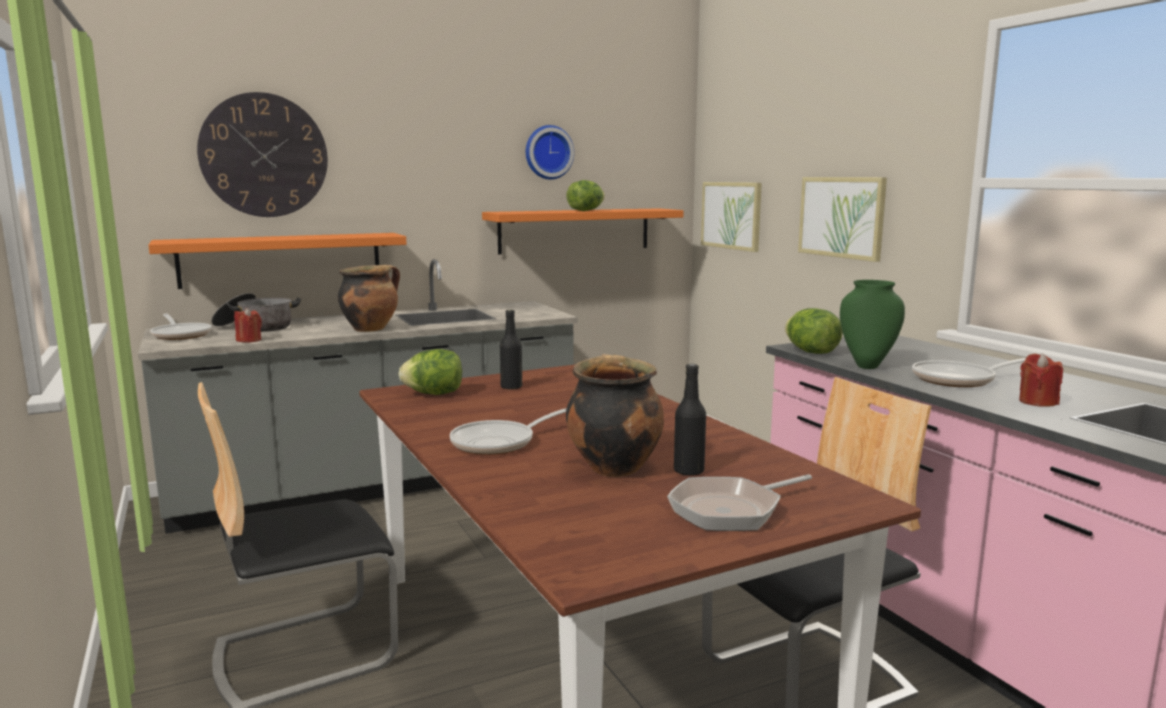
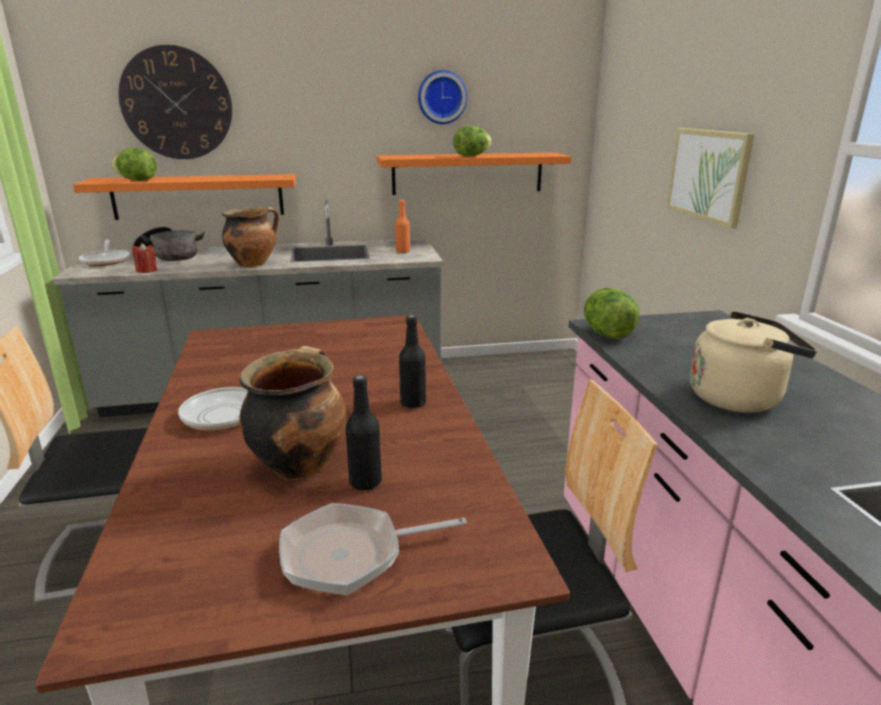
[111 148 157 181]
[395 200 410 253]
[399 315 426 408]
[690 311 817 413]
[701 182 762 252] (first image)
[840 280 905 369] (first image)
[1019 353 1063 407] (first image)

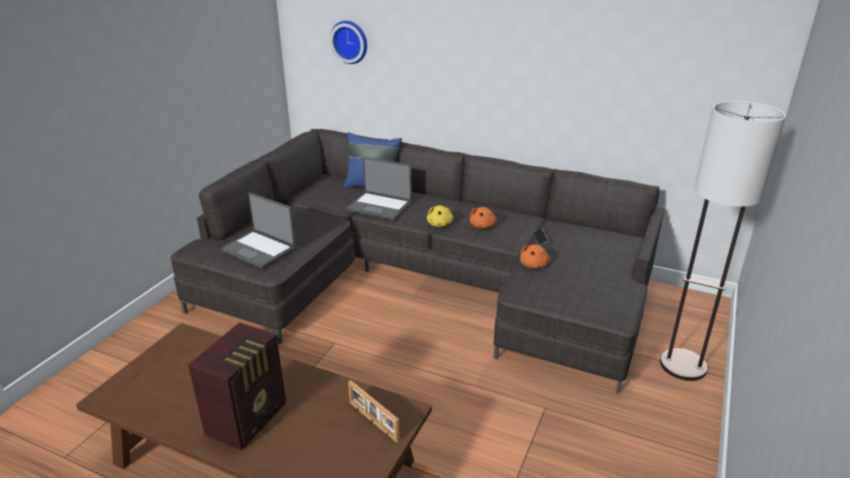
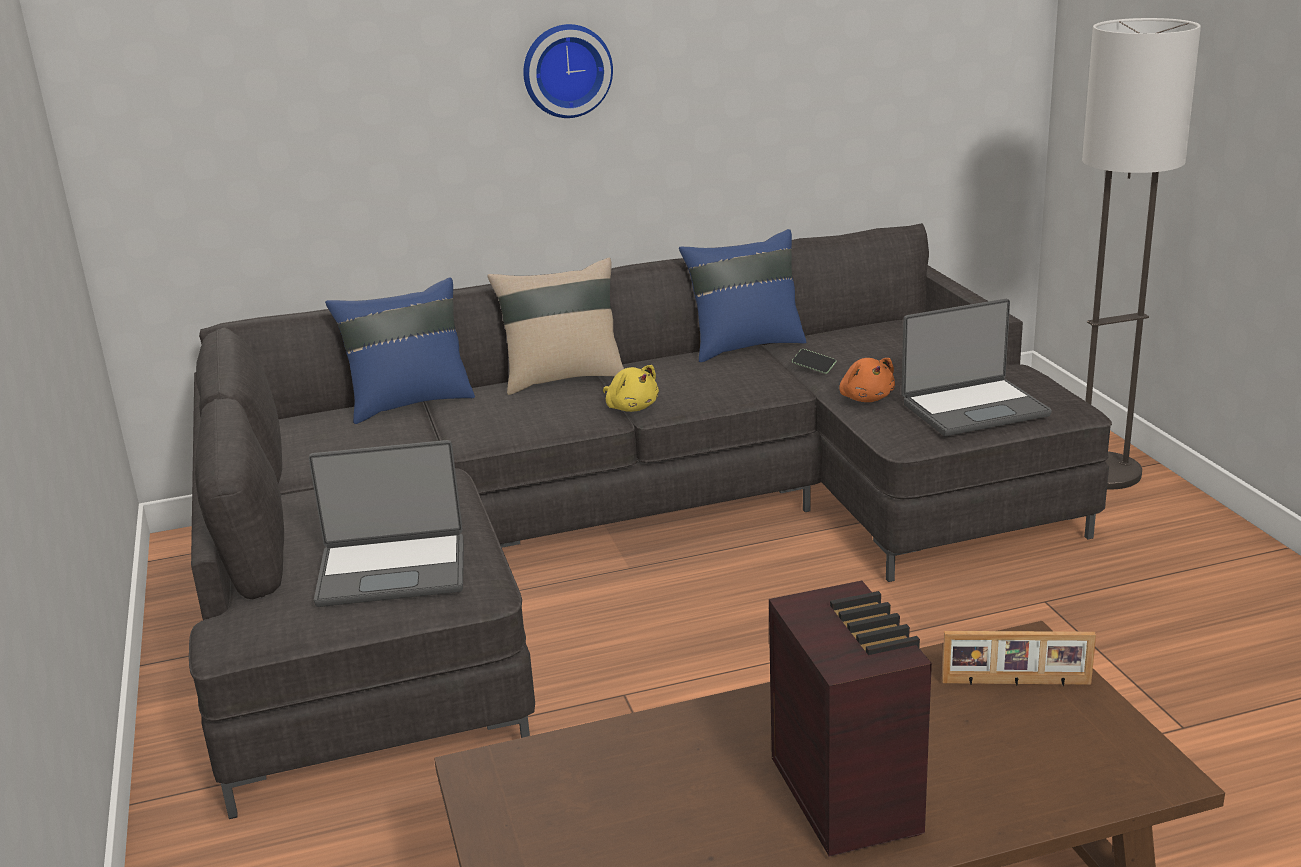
[487 258 624 395]
[523 24 613 118]
[679 229 806 362]
[901 299 1052 436]
[470 207 497 229] (first image)

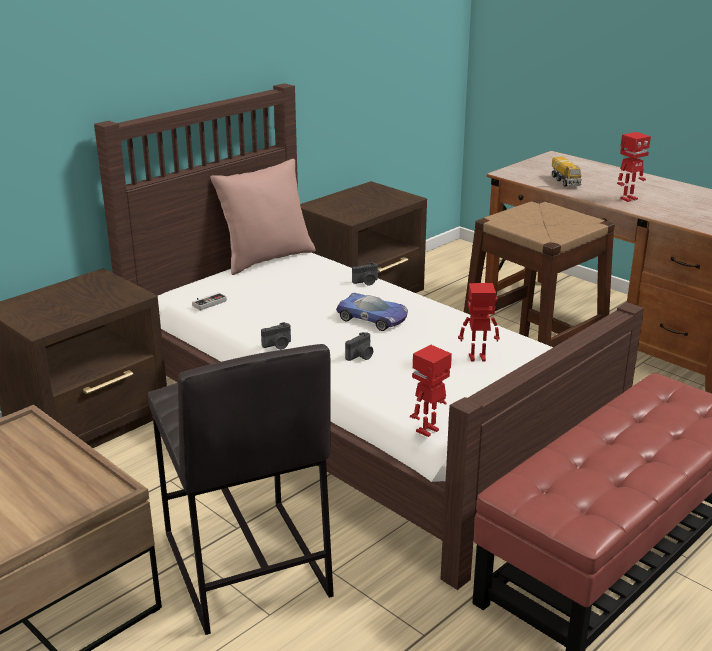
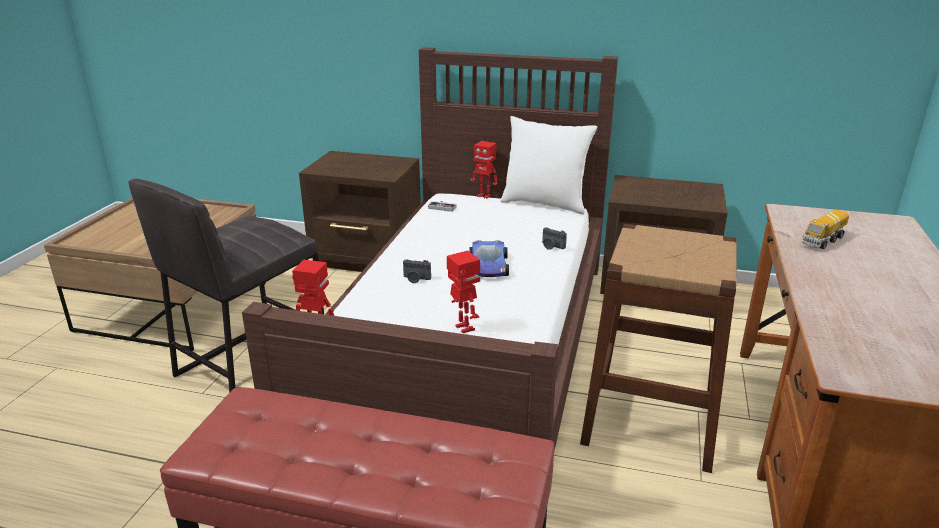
[470 141 497 199]
[500 116 597 215]
[261 322 291 350] (first image)

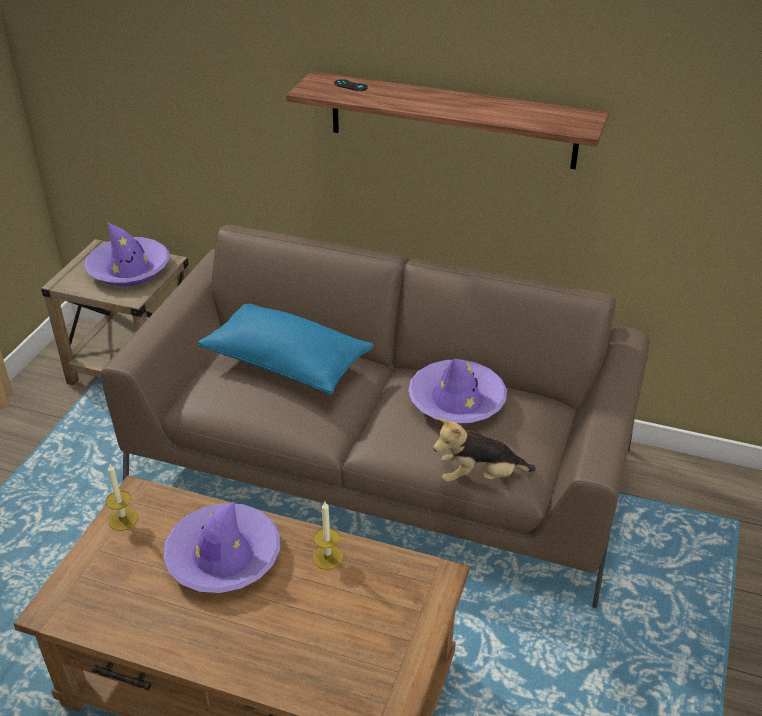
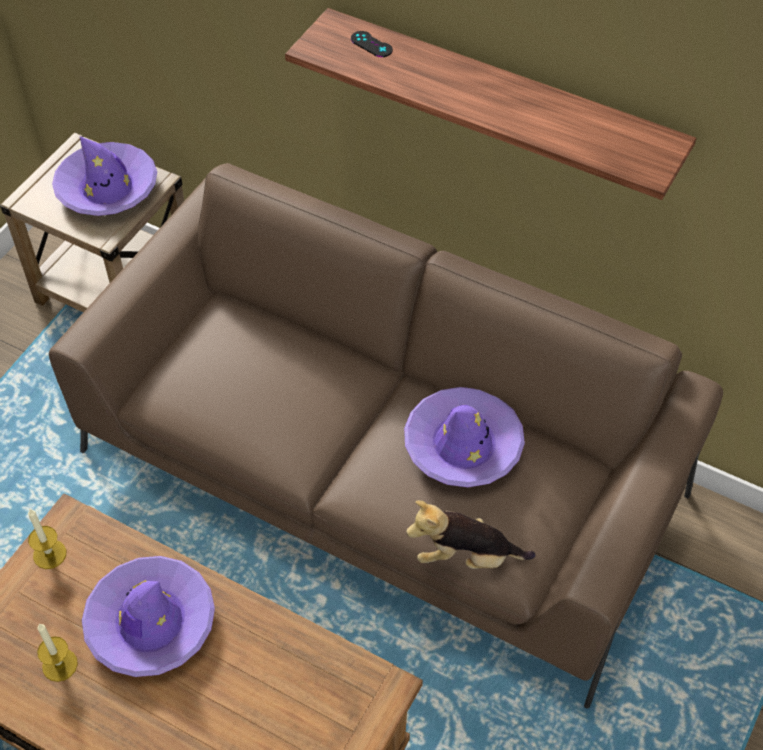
[37 624 78 682]
[198 304 374 395] (first image)

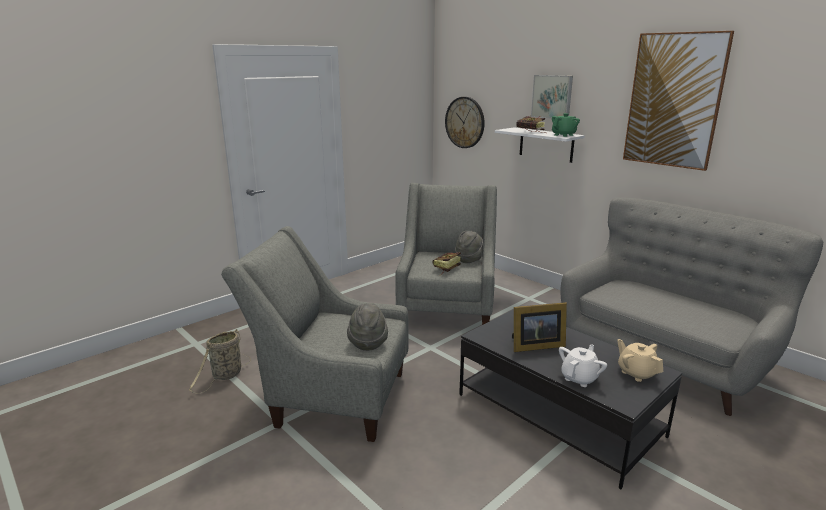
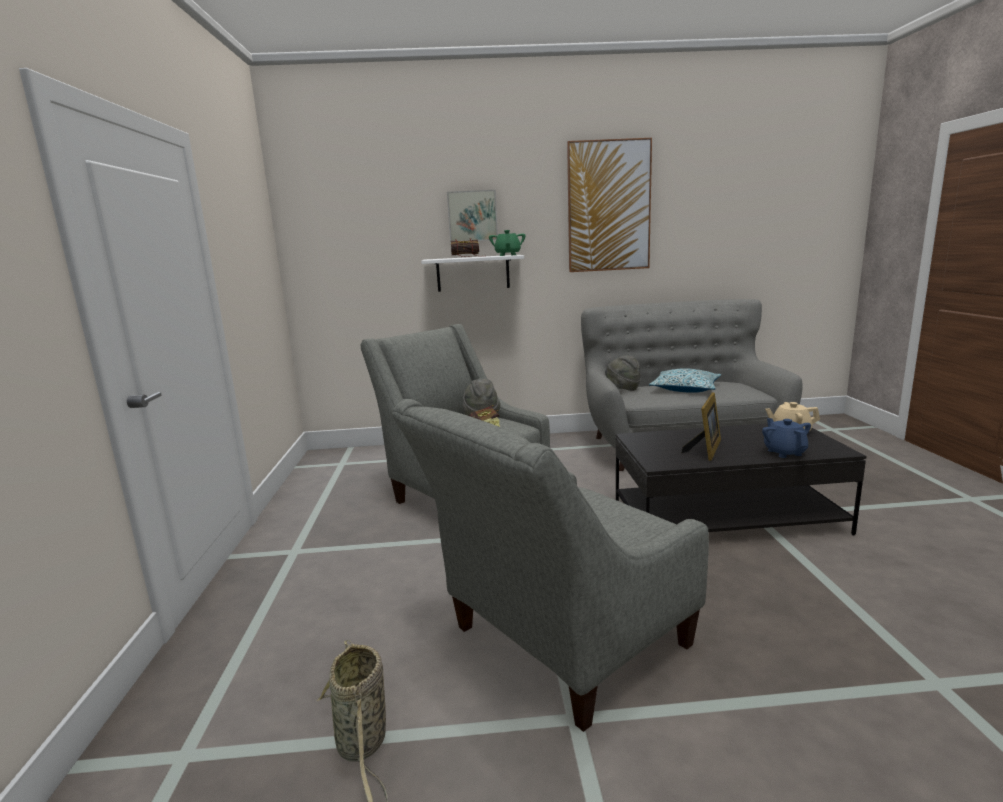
[605 355 641 391]
[649 368 722 393]
[762 418 811 458]
[445 97 485 148] (first image)

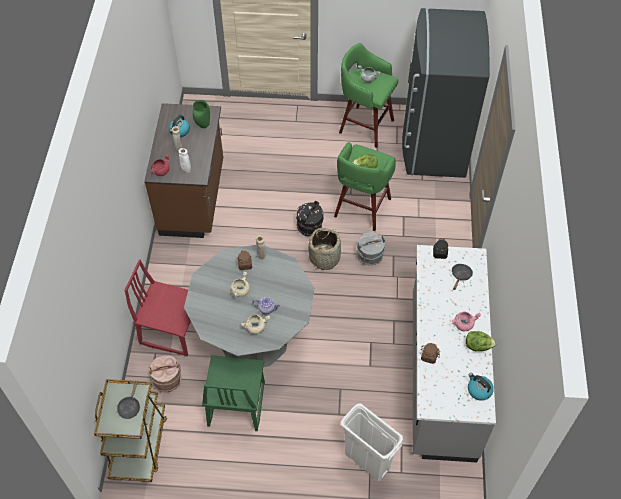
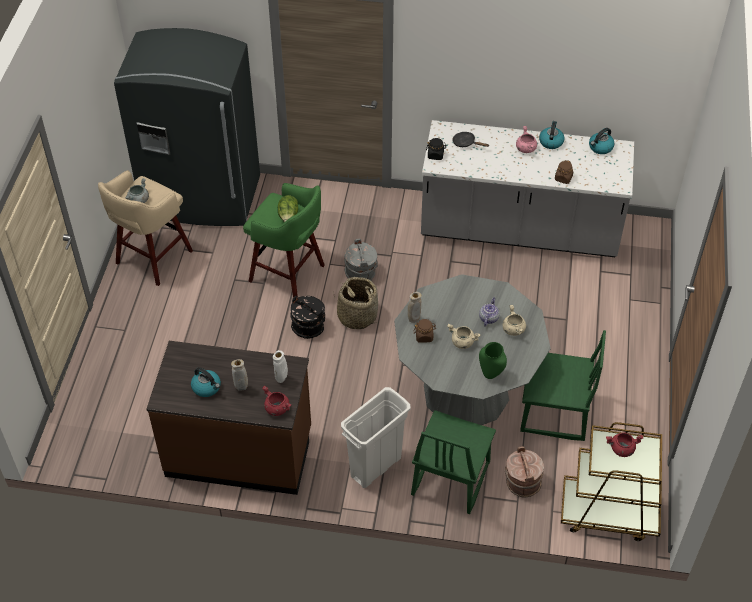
[98 170 193 286]
[341 387 411 488]
[411 410 496 514]
[479 342 507 379]
[539 121 564 149]
[606 432 643 457]

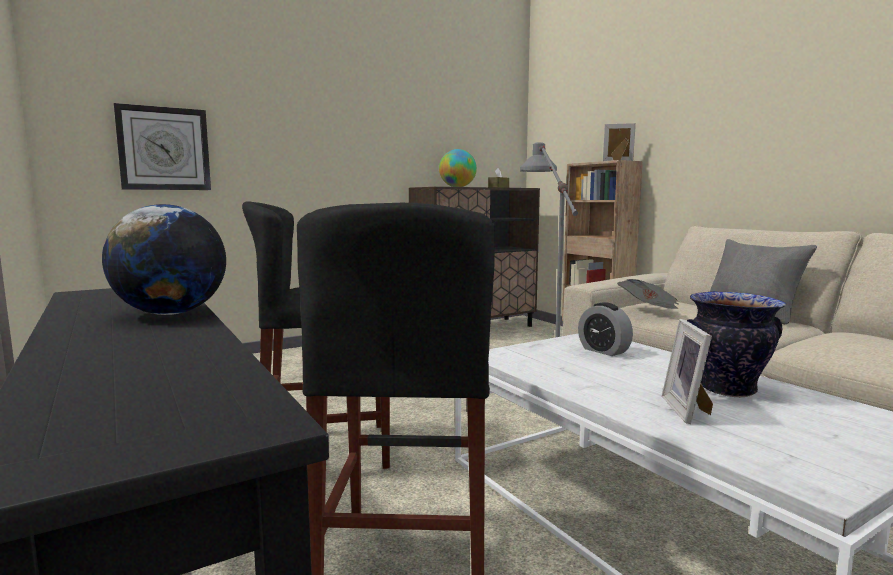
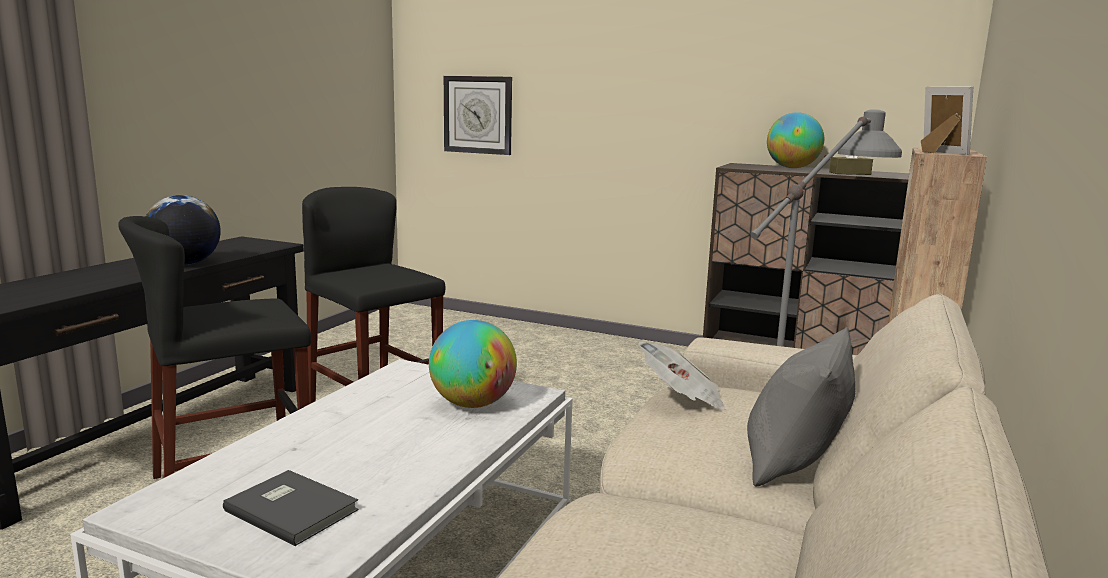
[223 470 359 546]
[429 320 517 408]
[662 319 713 424] (first image)
[687 291 786 397] (first image)

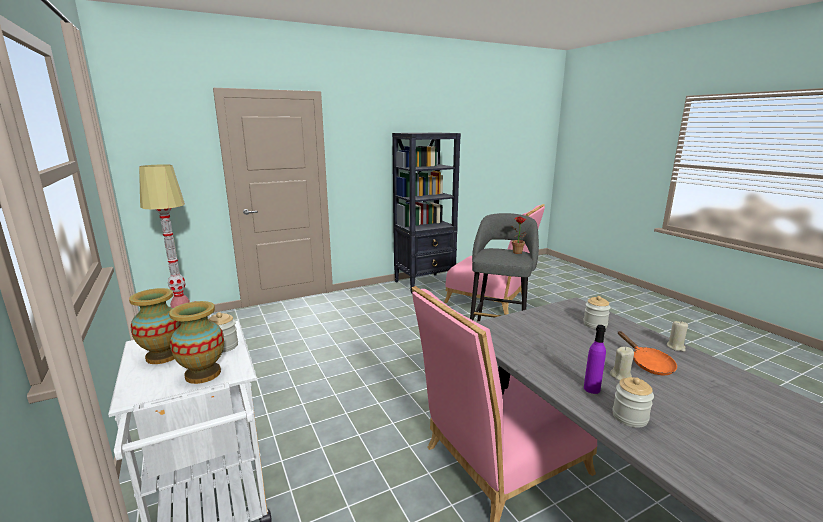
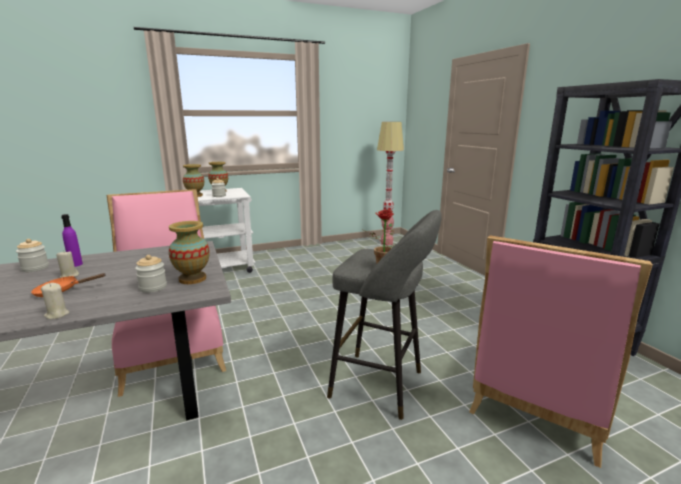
[169 221 210 284]

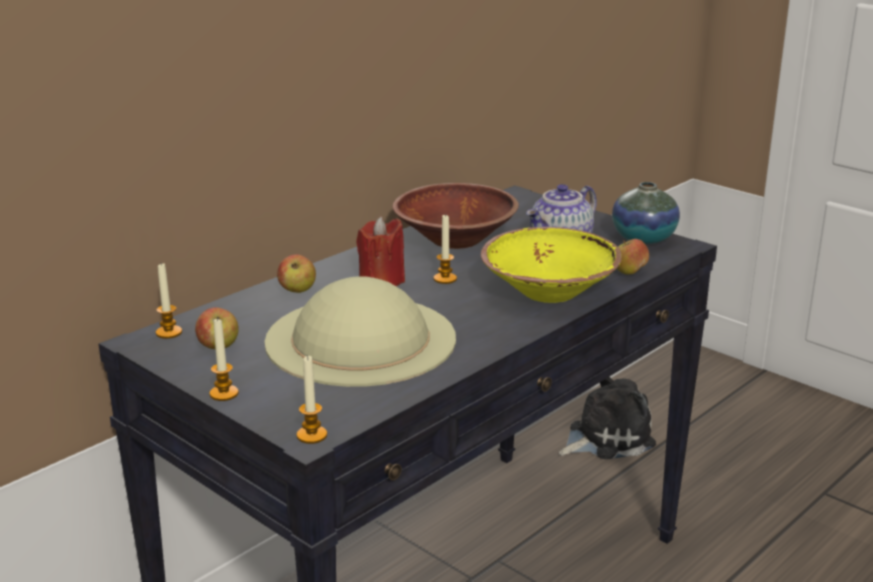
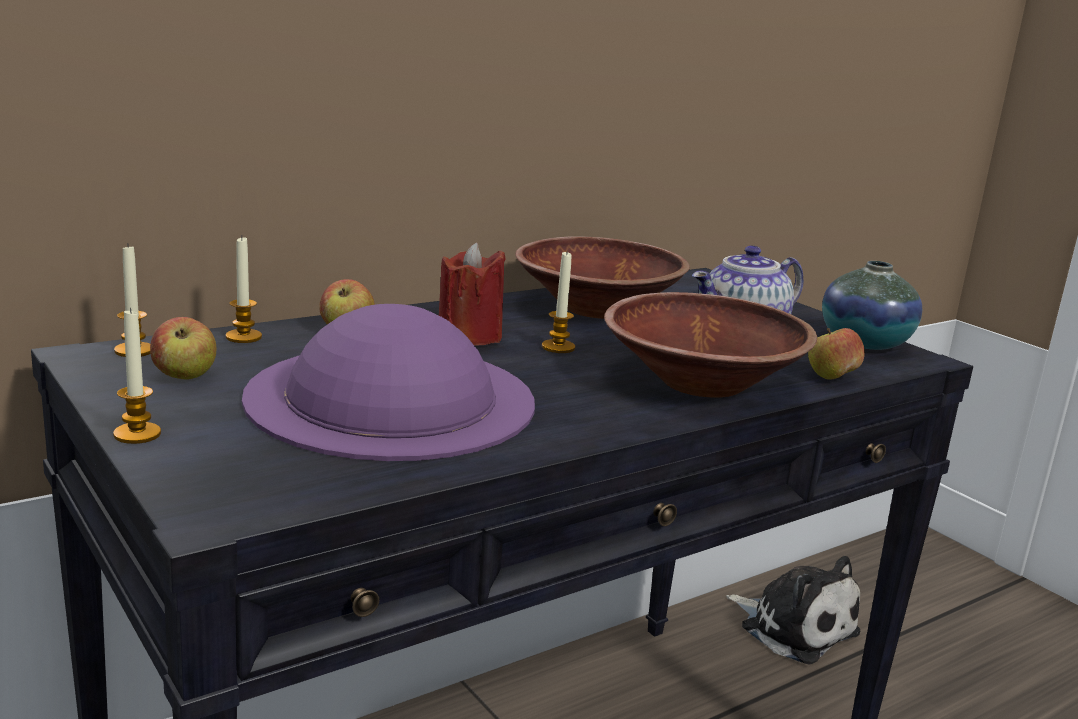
[226 237 262 343]
[242 304 535 461]
[604 292 817 398]
[726 556 860 665]

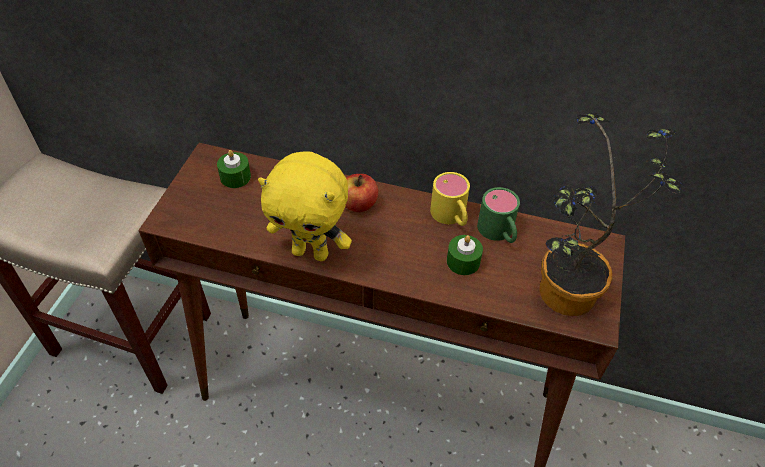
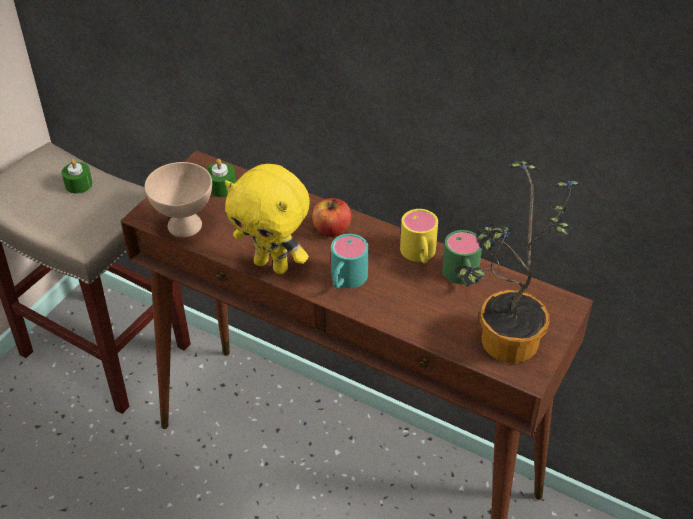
[62 159 93 194]
[145 162 212 238]
[331 234 369 289]

